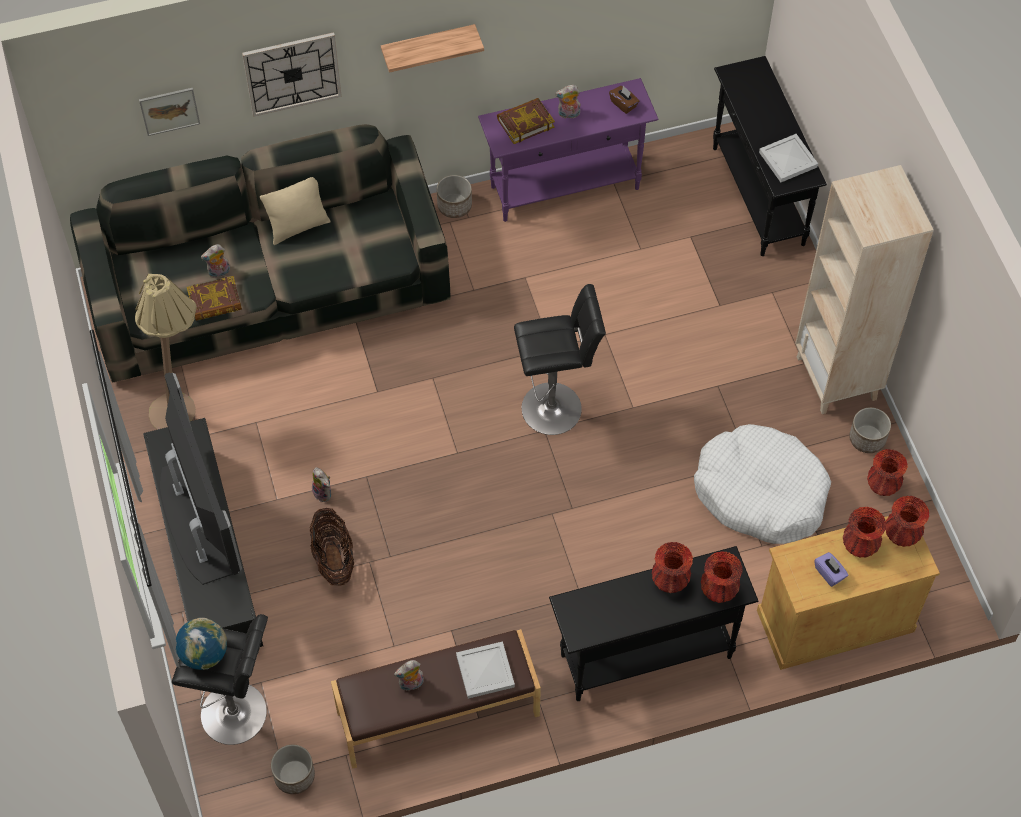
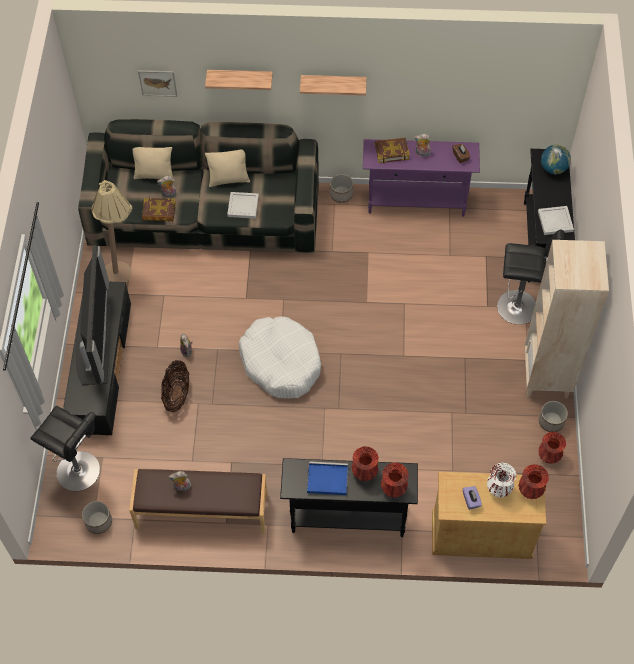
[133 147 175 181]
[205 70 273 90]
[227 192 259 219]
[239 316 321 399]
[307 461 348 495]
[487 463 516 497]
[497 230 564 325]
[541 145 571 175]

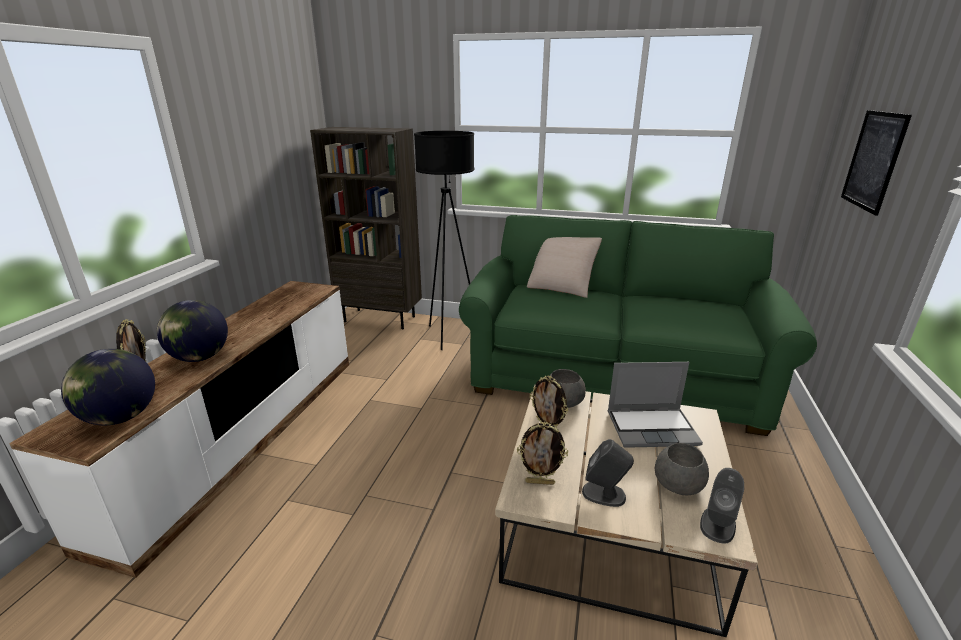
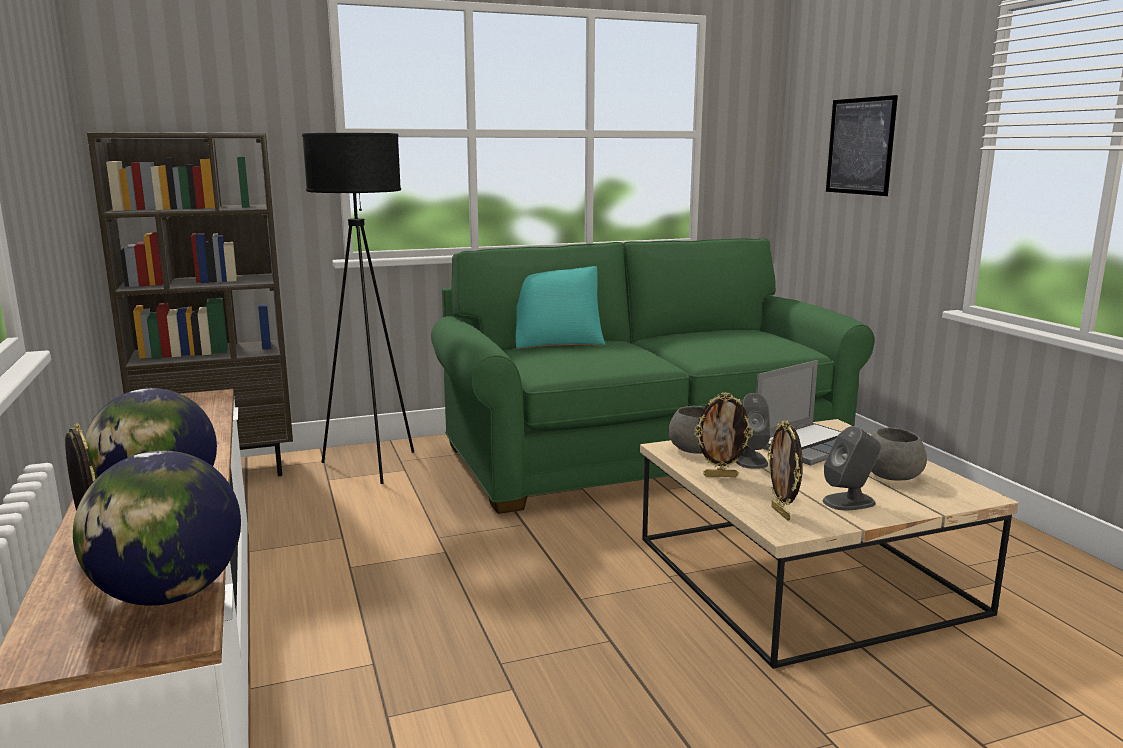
[515 266 606 349]
[736 393 771 469]
[768 420 803 521]

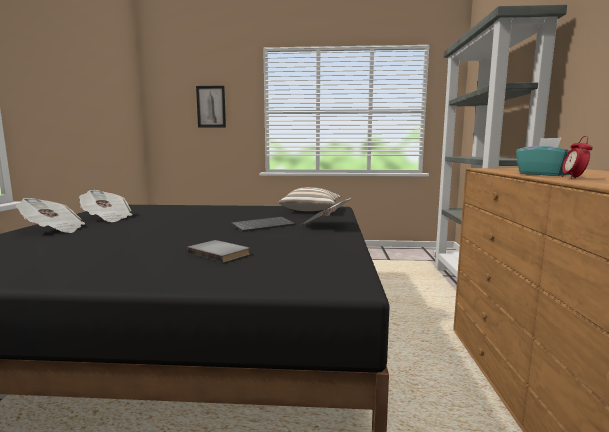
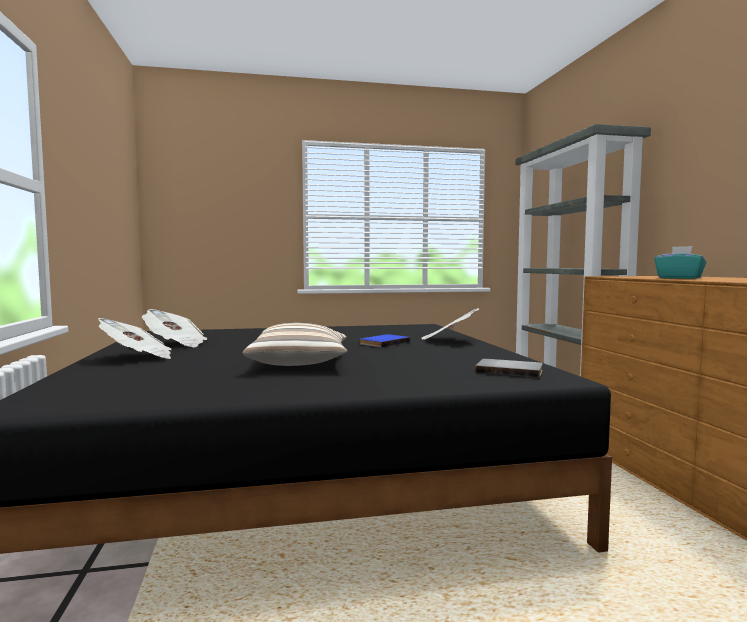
[243 323 348 366]
[359 334 410 348]
[475 359 543 378]
[196 86 226 128] (first image)
[562 136 593 179] (first image)

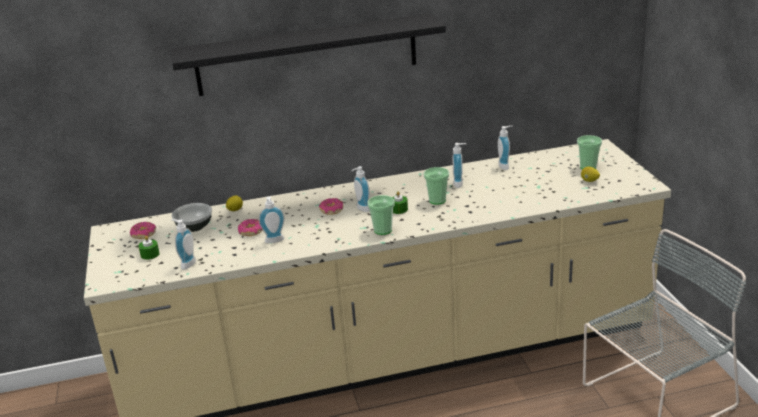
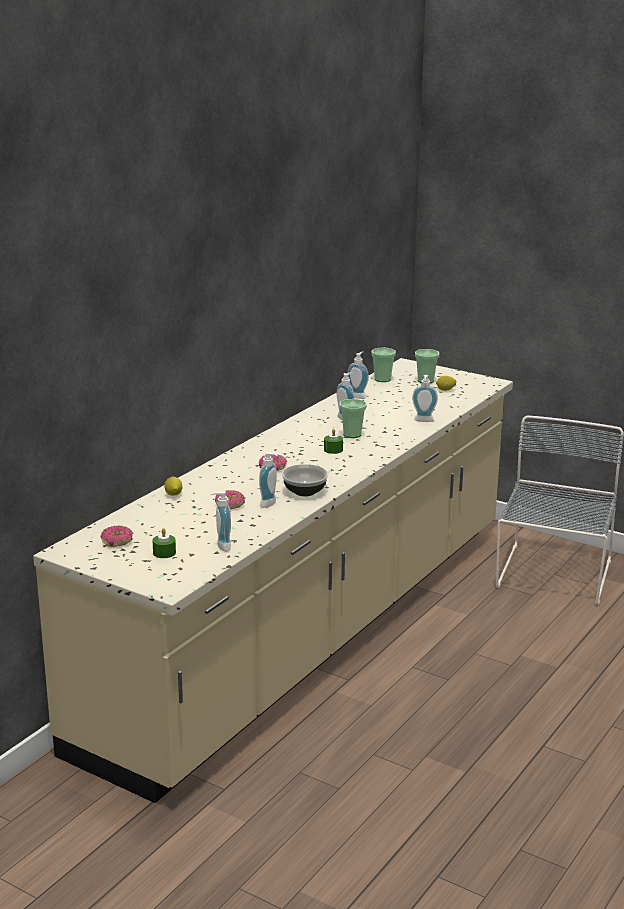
[282 464 328 496]
[372 347 396 382]
[412 375 438 422]
[171 14 446 96] (first image)

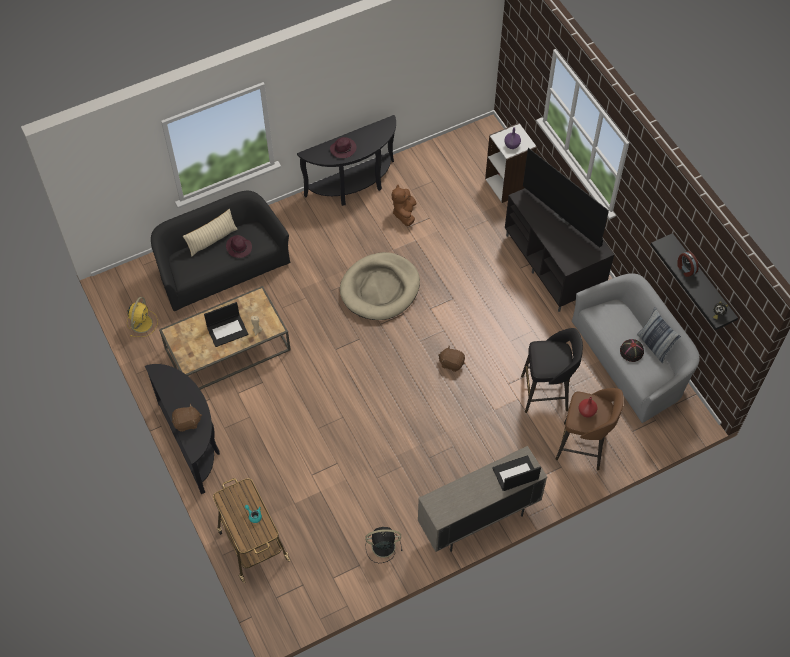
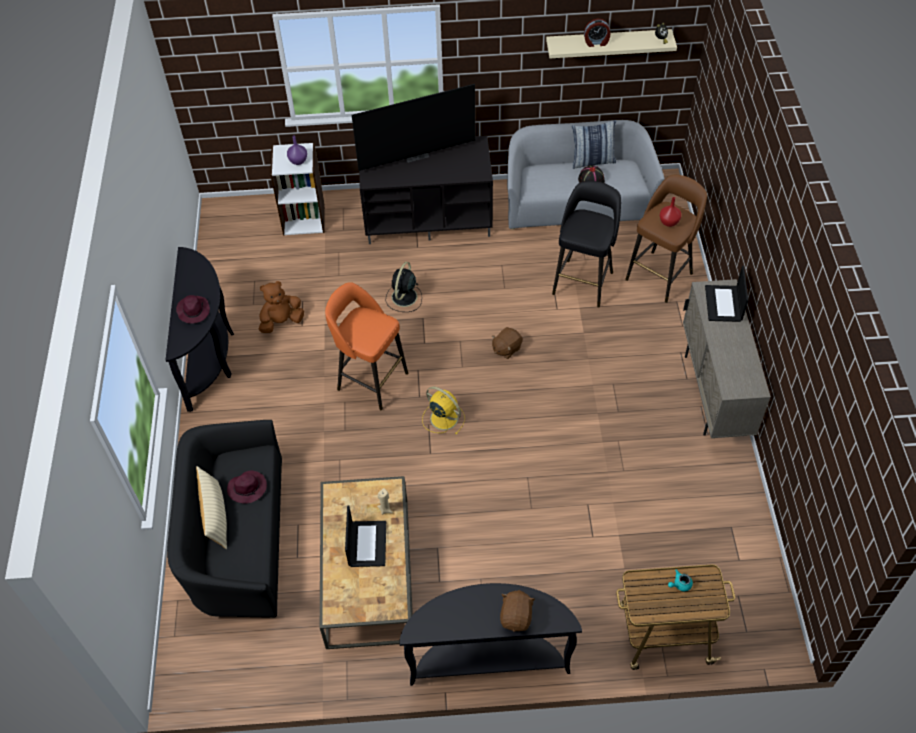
[259 281 304 333]
[325 282 408 410]
[386 262 422 312]
[422 387 465 435]
[546 29 677 59]

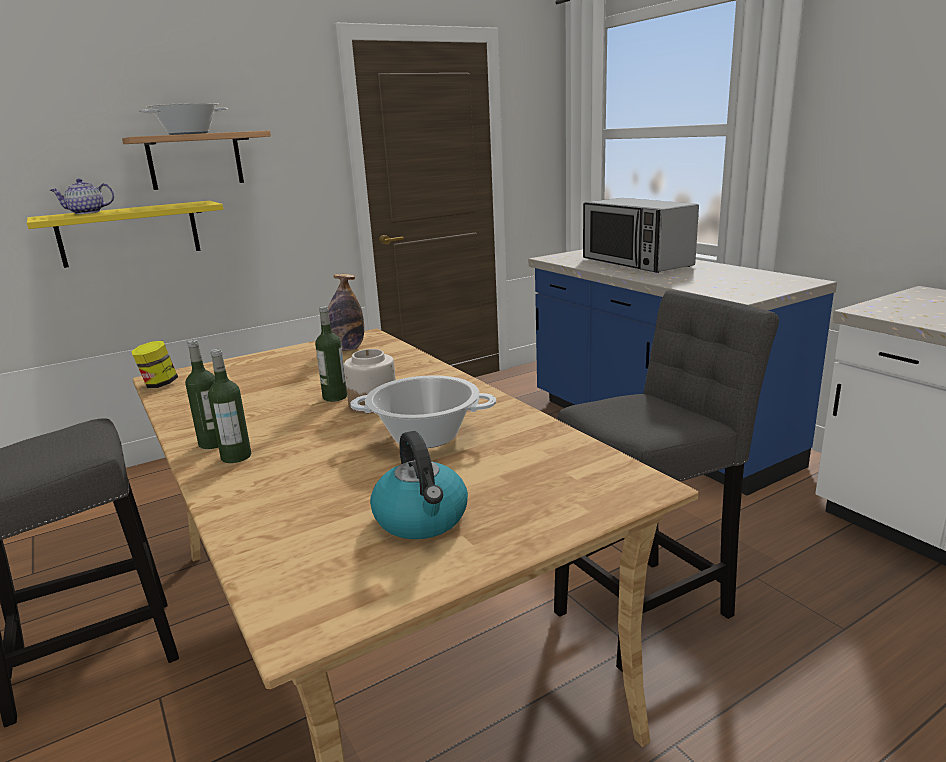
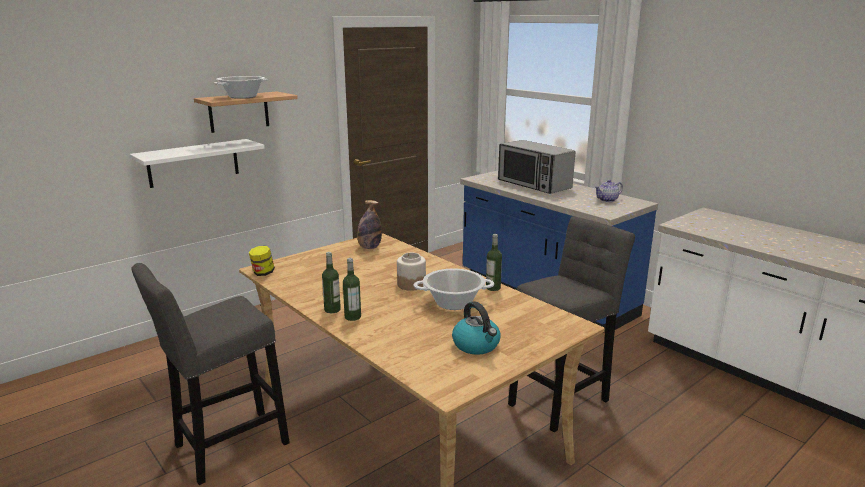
[130 139 265 188]
[486 234 502 291]
[595 180 623 202]

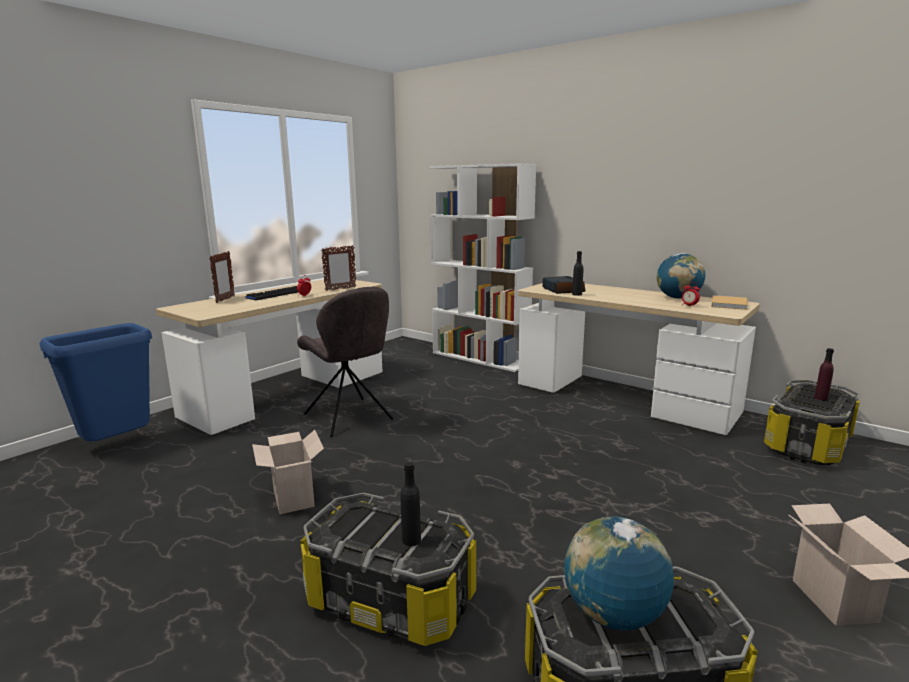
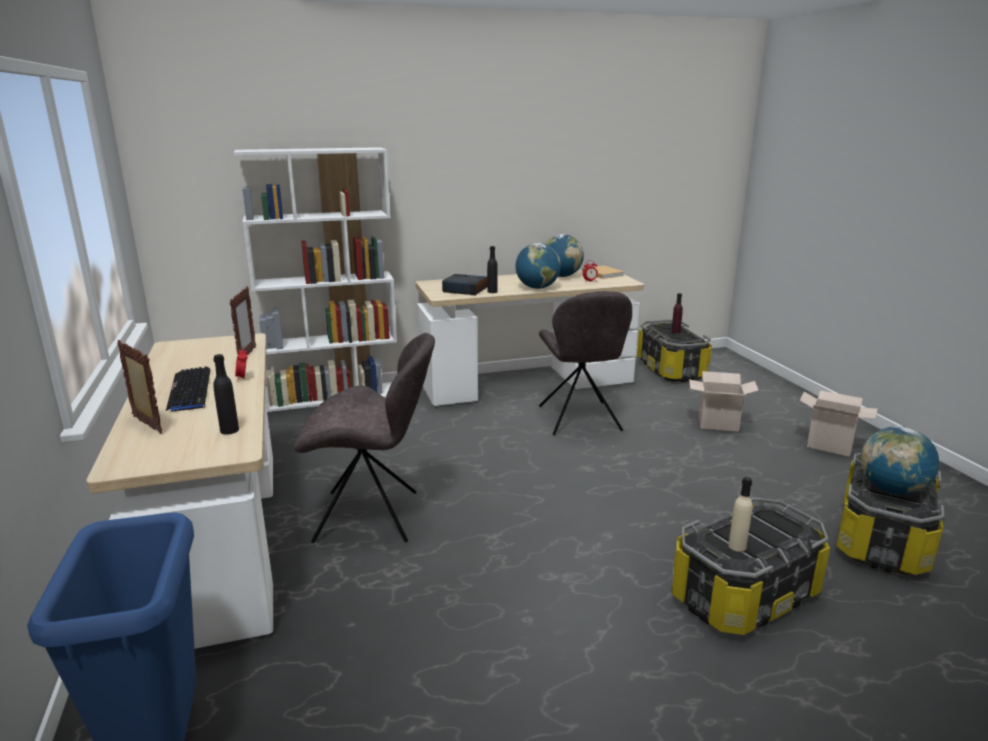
[213 354 239 435]
[516 243 561 289]
[539 291 632 435]
[689 371 759 432]
[728 477 752 552]

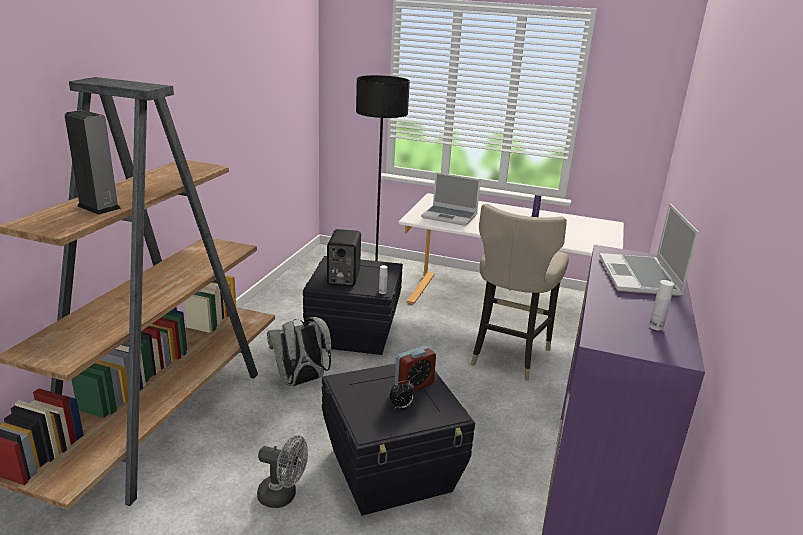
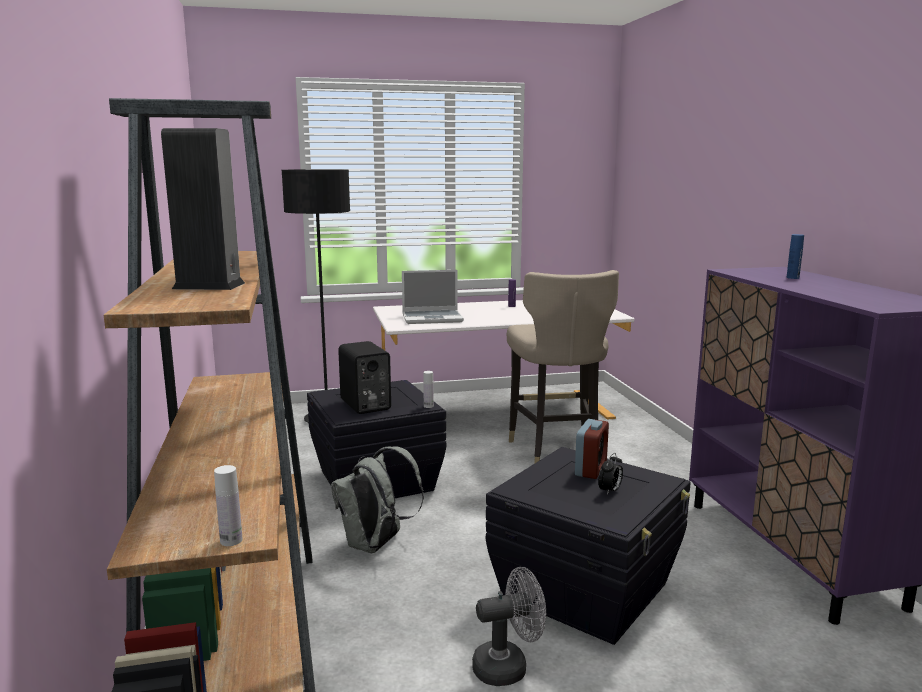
[214 465 243 546]
[787 234 804 279]

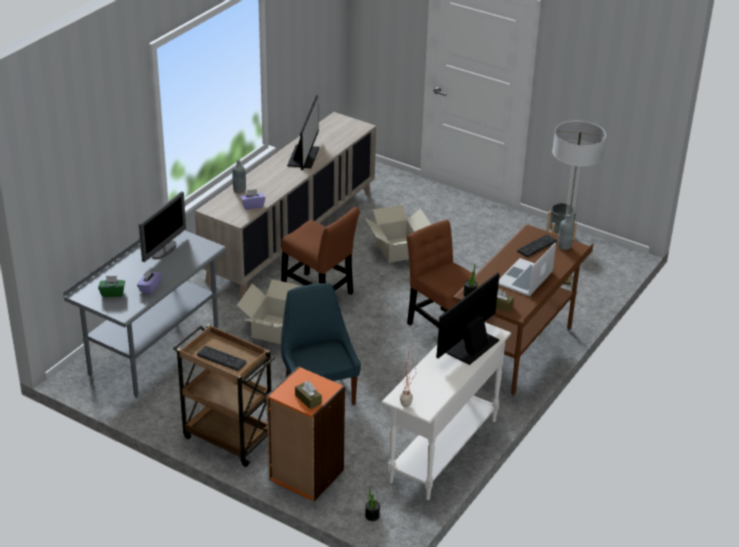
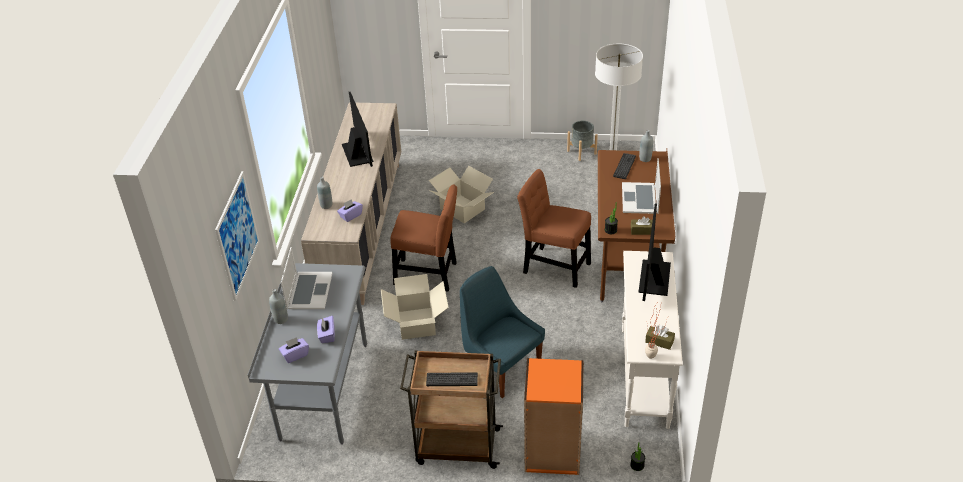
[215 171 259 301]
[269 289 288 324]
[279 337 309 363]
[281 247 332 309]
[645 325 675 350]

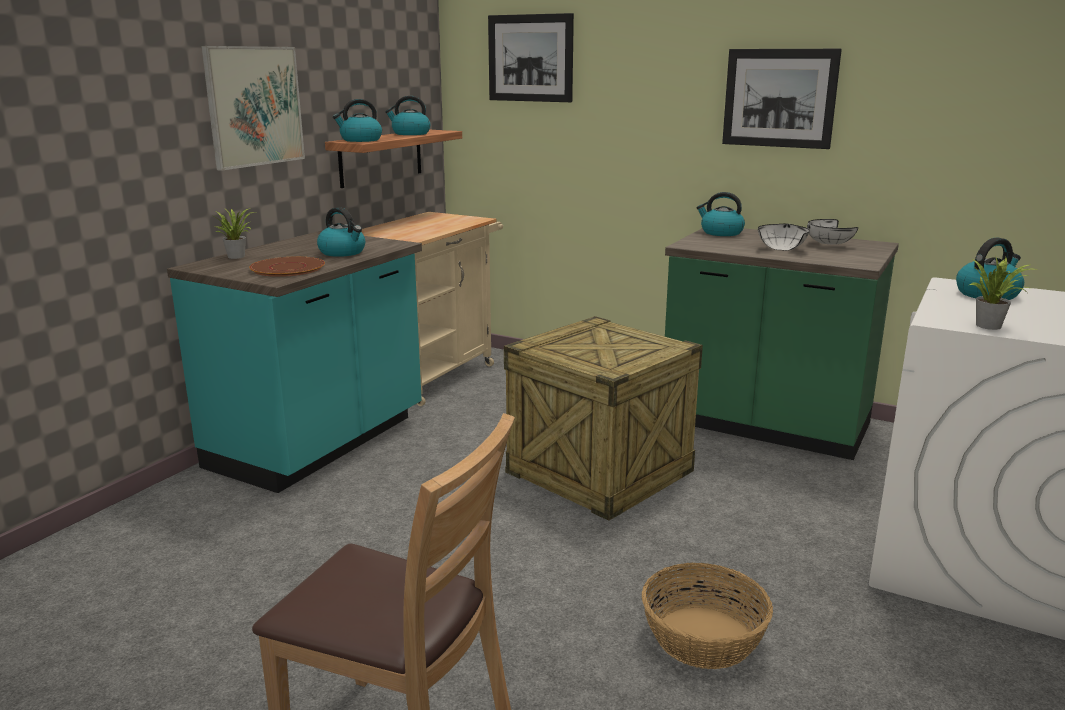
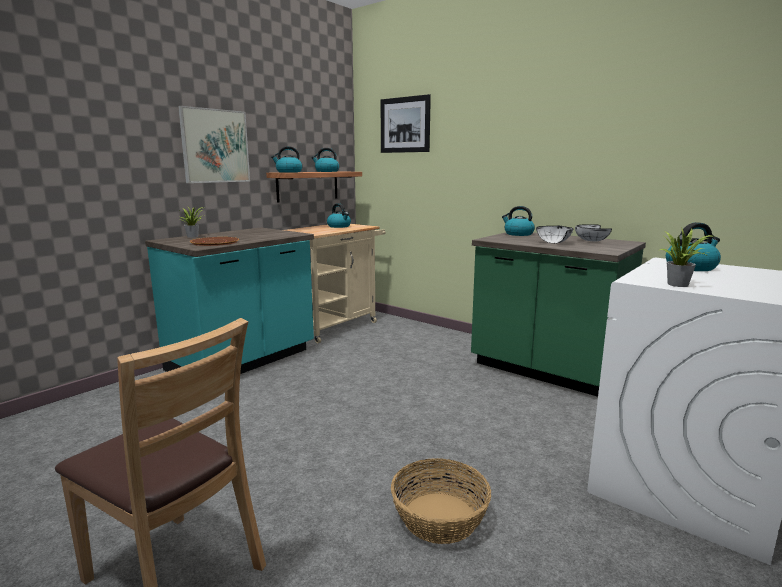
[327 203 351 228]
[504 316 703 521] (first image)
[722 49 842 149] (first image)

